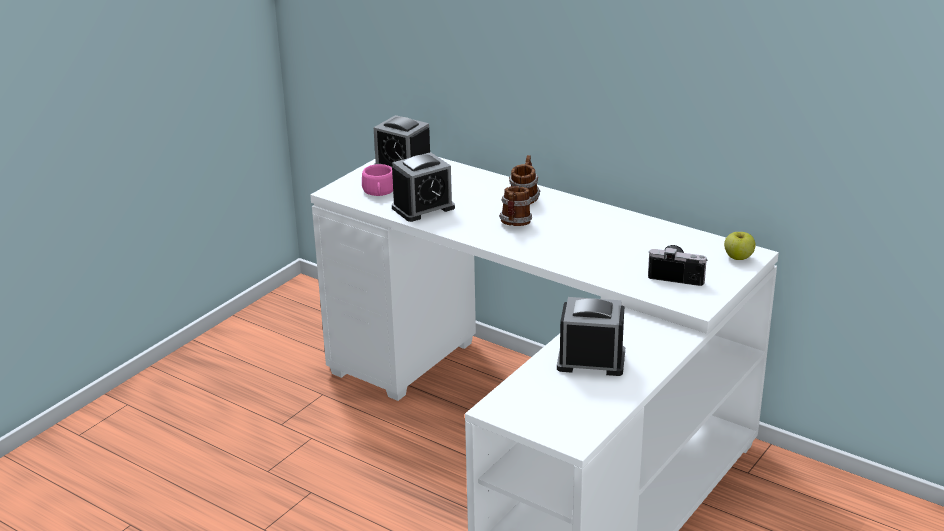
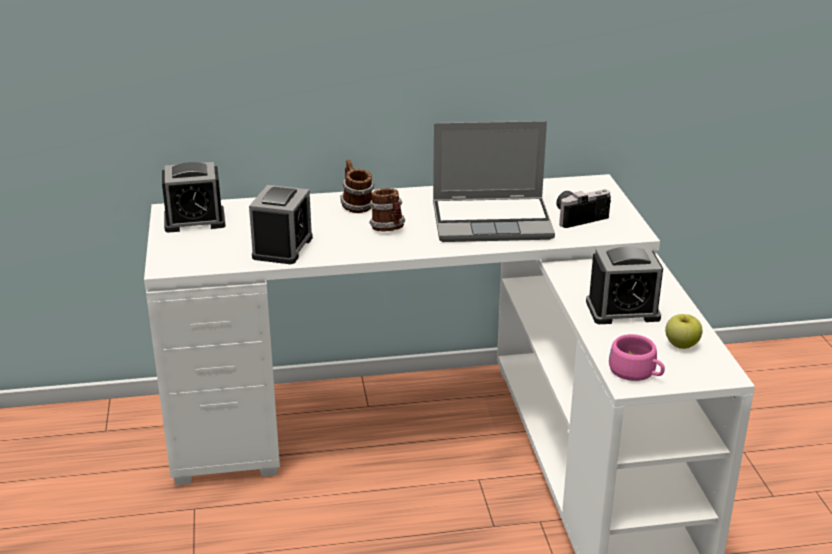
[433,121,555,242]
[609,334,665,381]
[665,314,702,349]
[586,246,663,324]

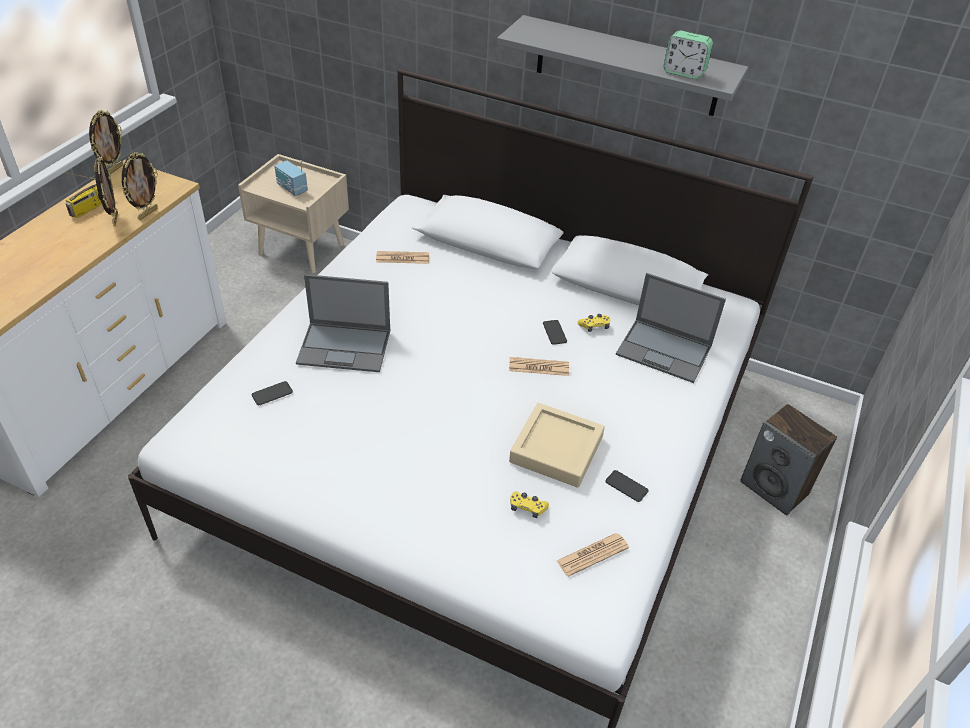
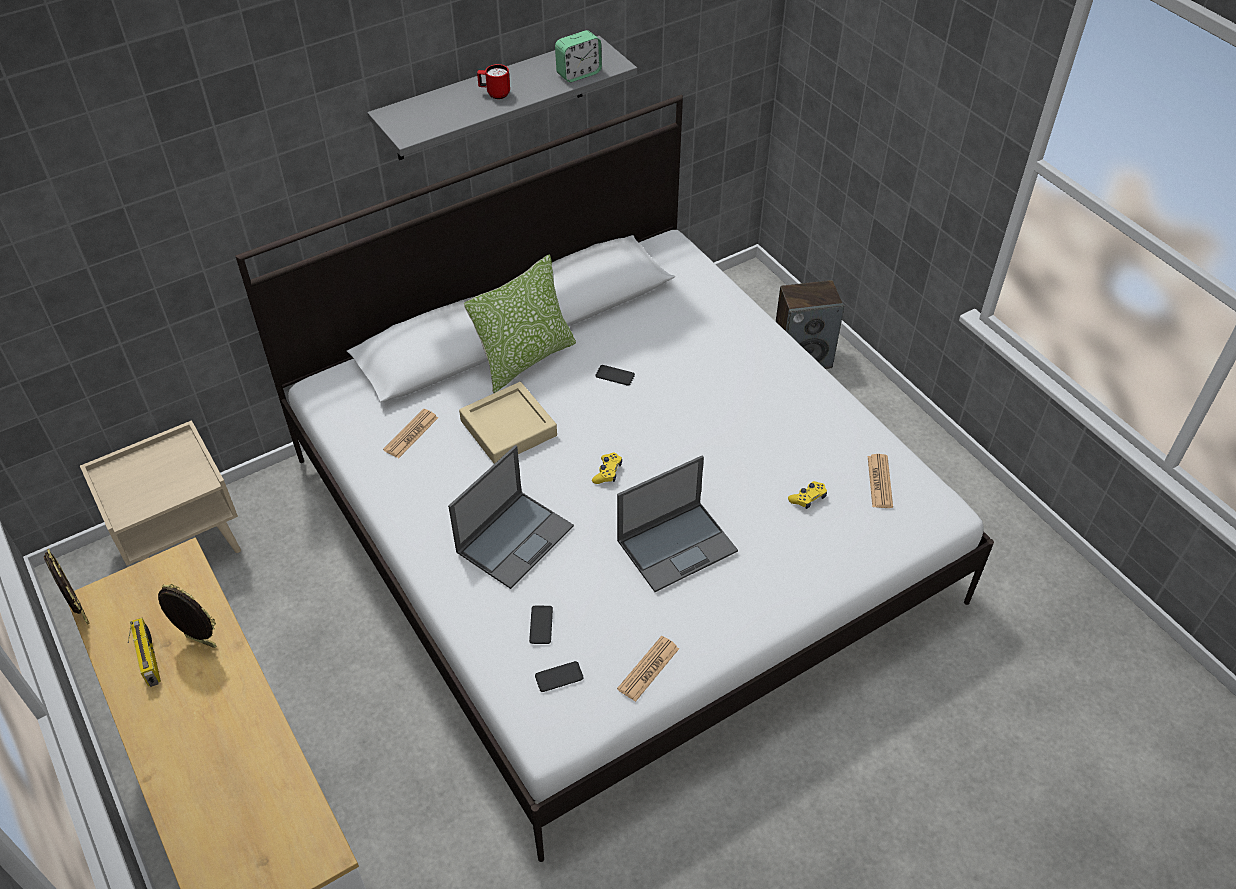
[122,152,158,220] (first image)
[275,160,308,196] (first image)
[464,254,576,393]
[477,64,510,99]
[617,636,679,702]
[459,382,557,464]
[592,453,622,484]
[535,661,583,692]
[617,455,738,592]

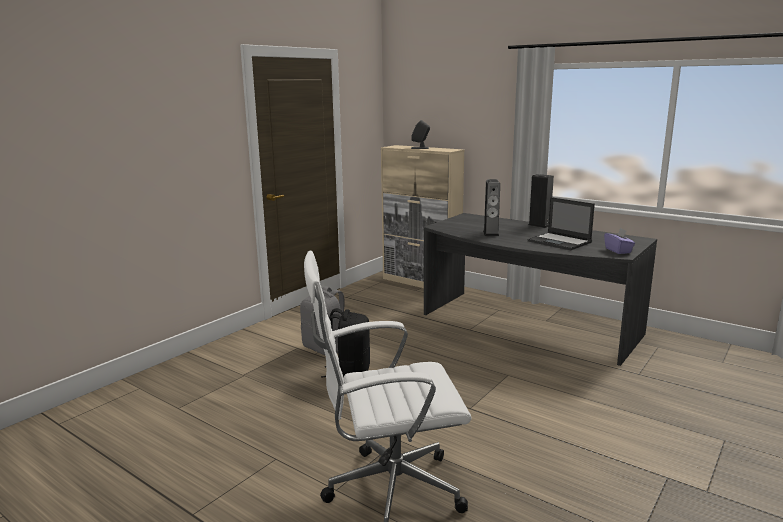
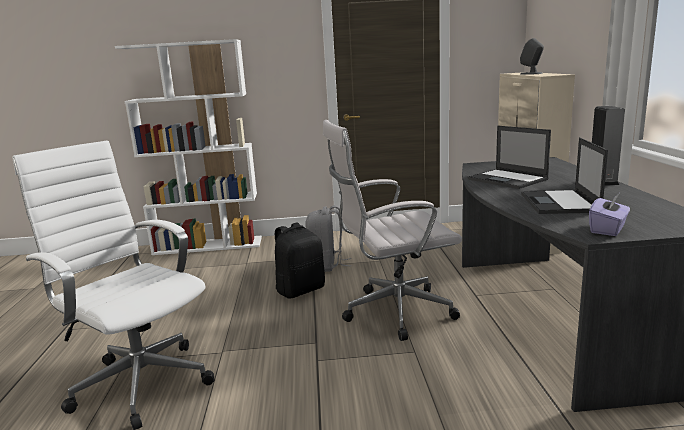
[115,39,262,255]
[323,120,462,341]
[468,126,551,189]

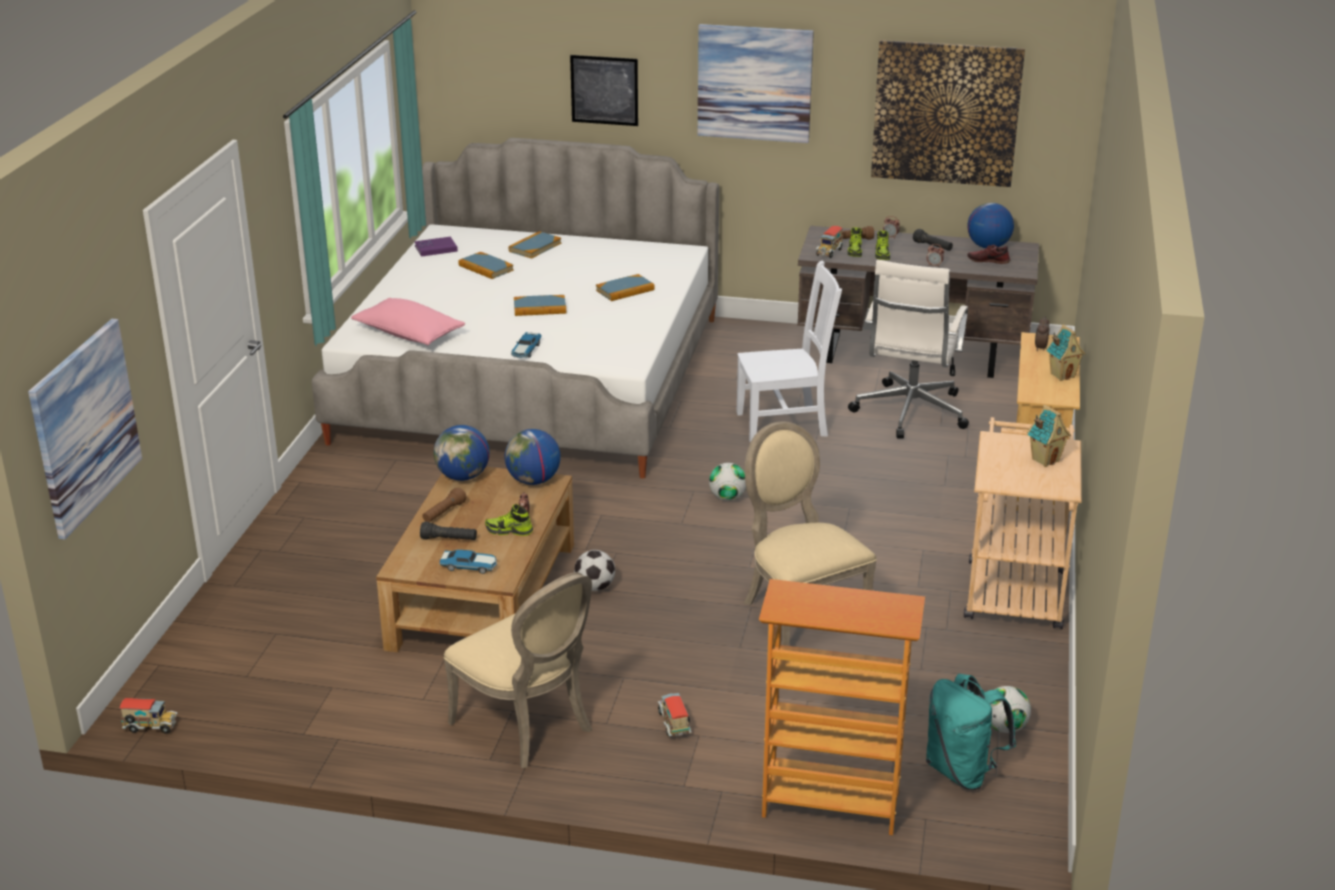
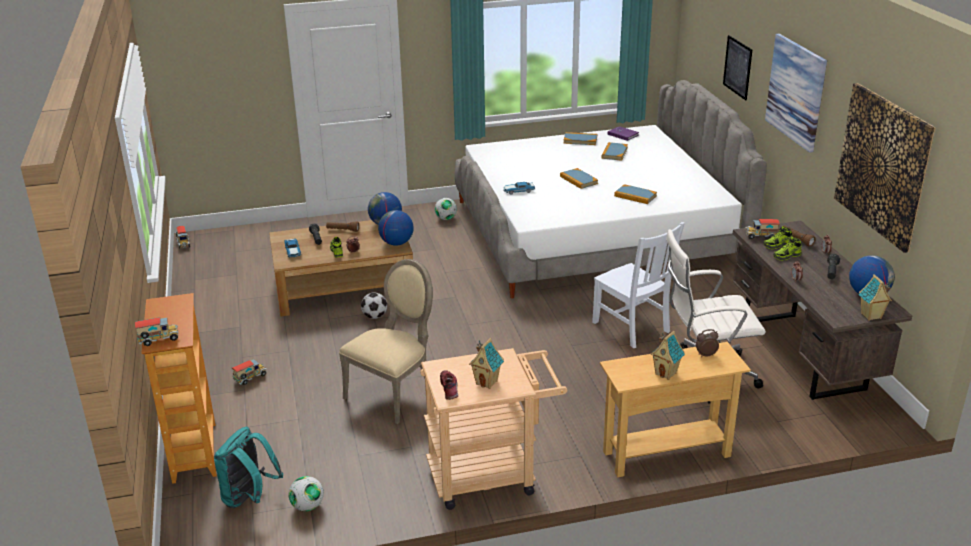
[28,319,142,540] (first image)
[351,298,465,345] (first image)
[443,572,592,768] (first image)
[135,317,179,346]
[858,274,892,321]
[563,132,597,145]
[435,198,457,220]
[440,370,458,400]

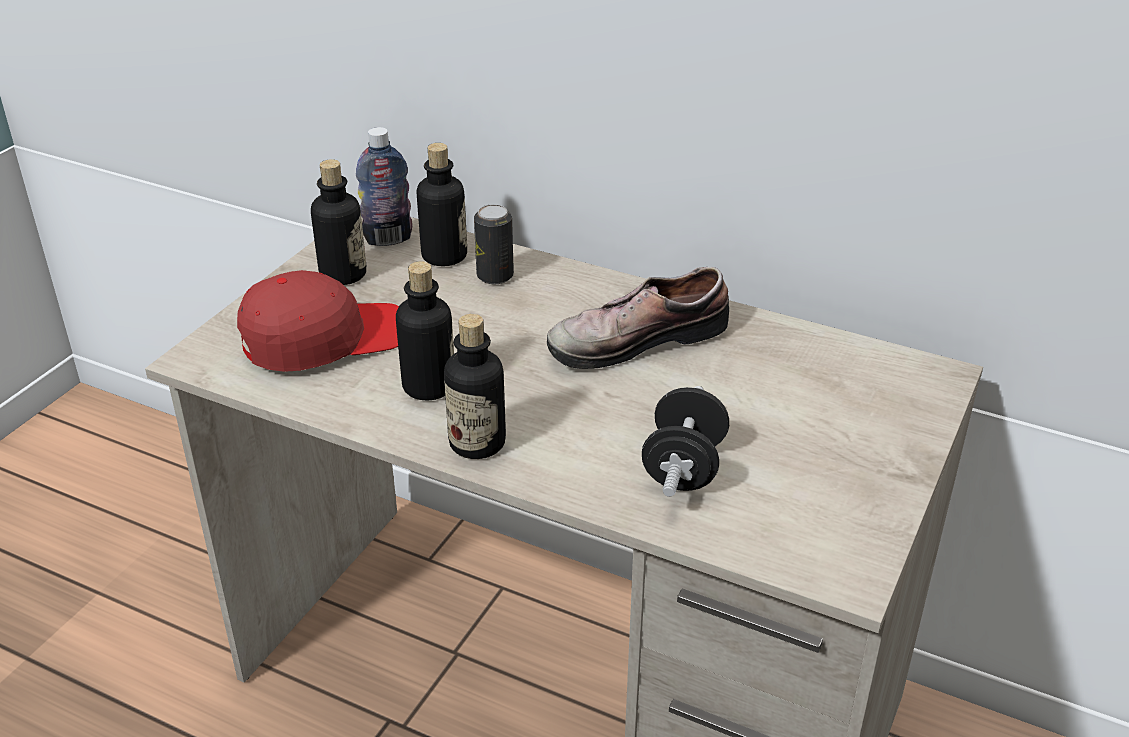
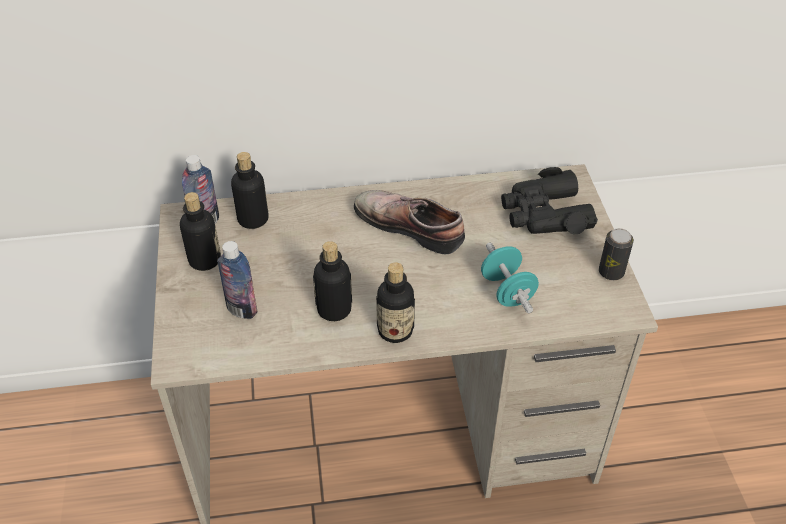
[501,167,598,235]
[599,228,634,280]
[217,241,257,319]
[481,242,539,313]
[354,190,465,254]

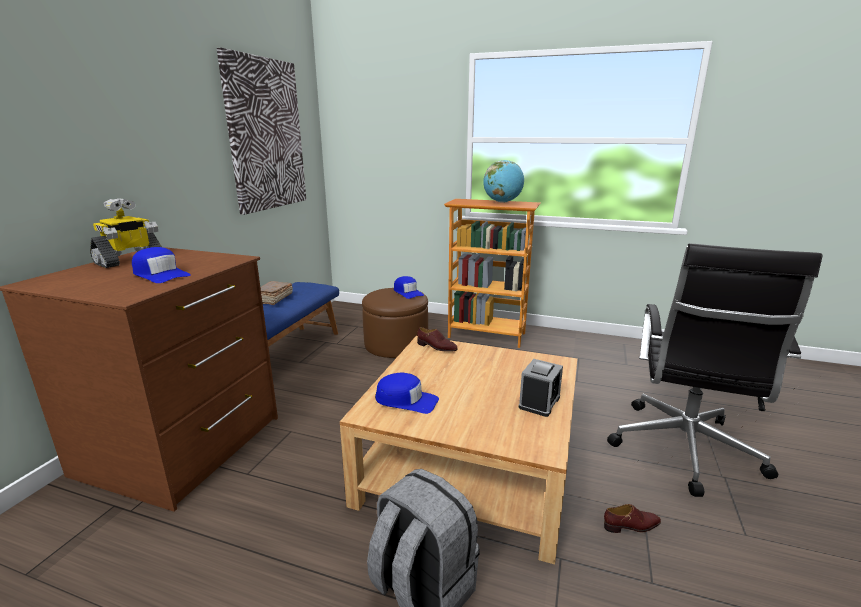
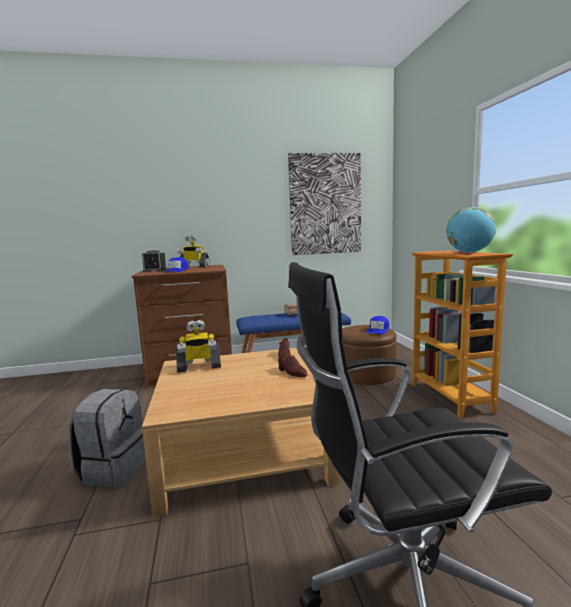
[142,250,167,272]
[278,353,308,377]
[176,320,221,372]

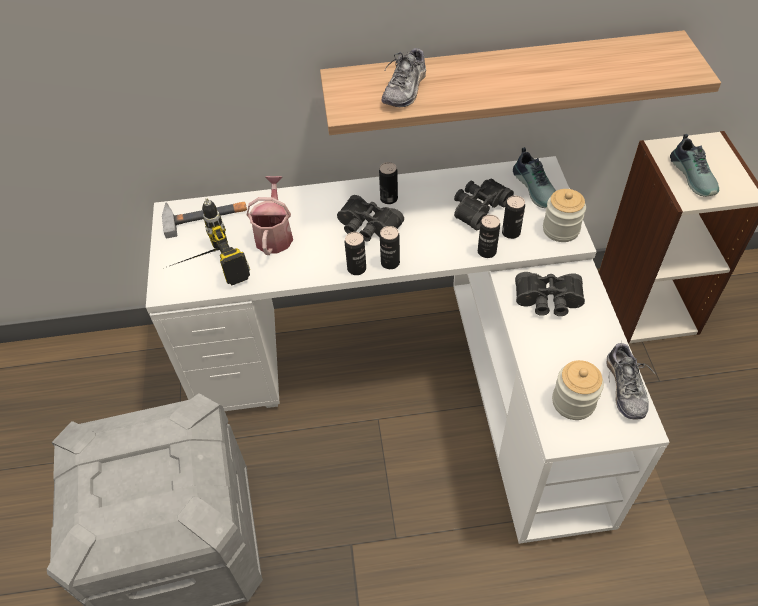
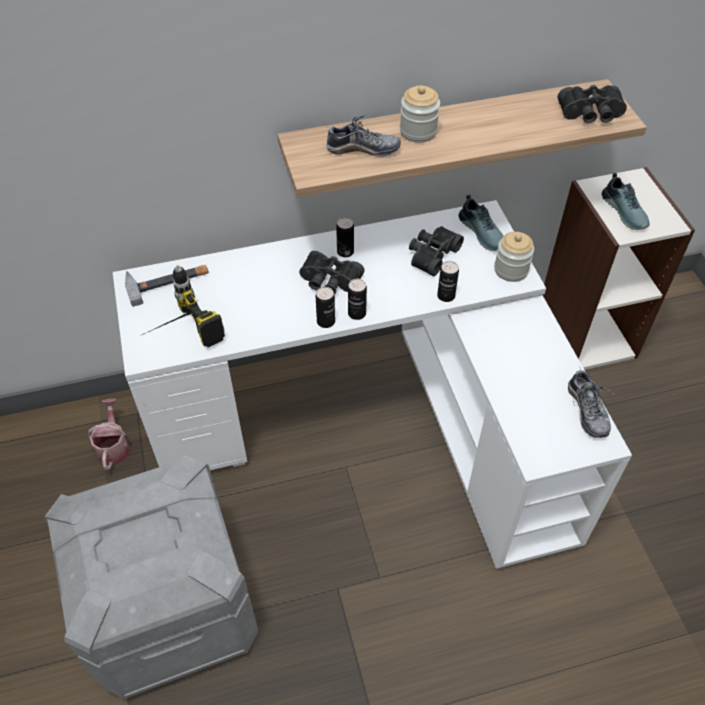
[502,196,525,239] (first image)
[88,399,130,470]
[558,85,627,123]
[400,86,440,143]
[326,115,401,157]

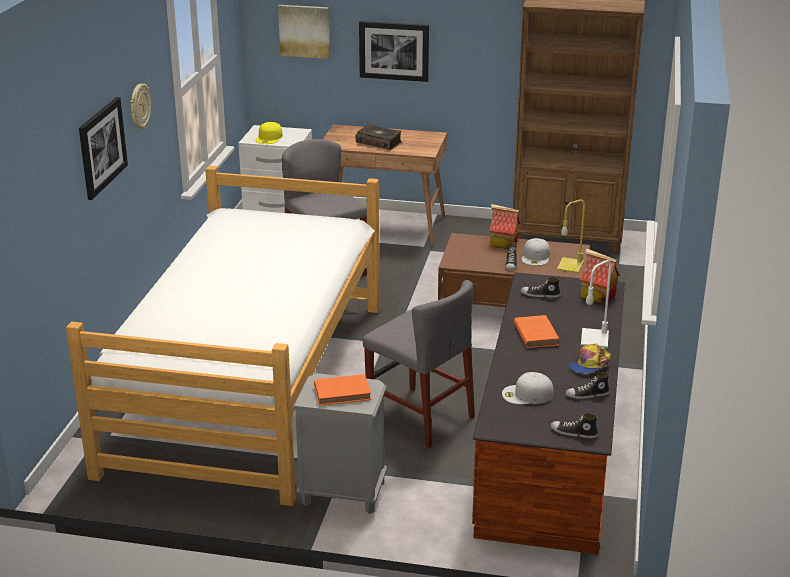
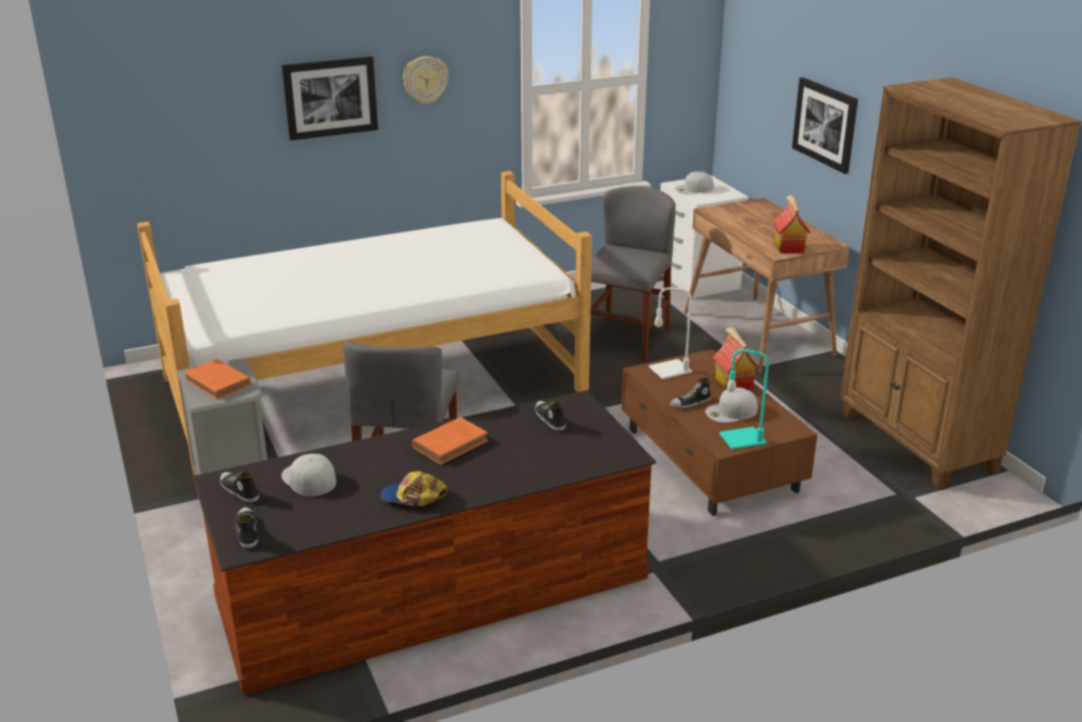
[278,5,330,59] (first image)
[356,124,402,150] (first image)
[220,470,259,503]
[773,195,810,253]
[649,287,692,379]
[675,171,714,194]
[719,349,769,449]

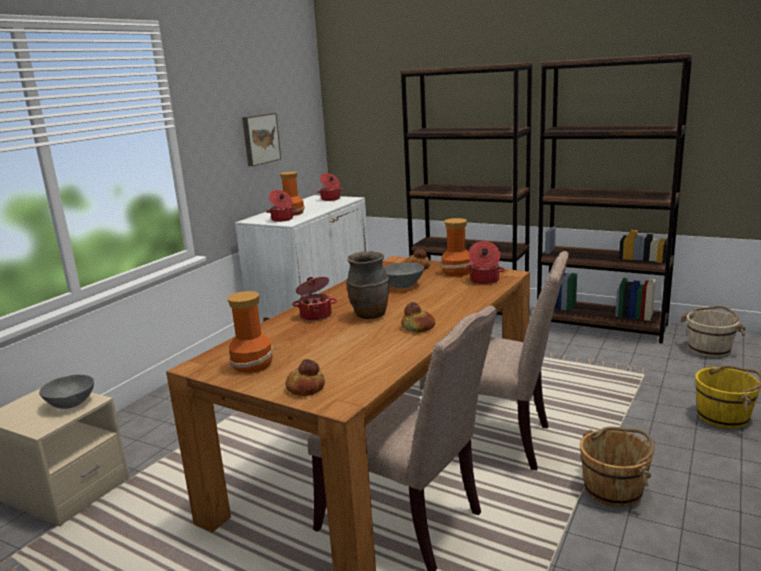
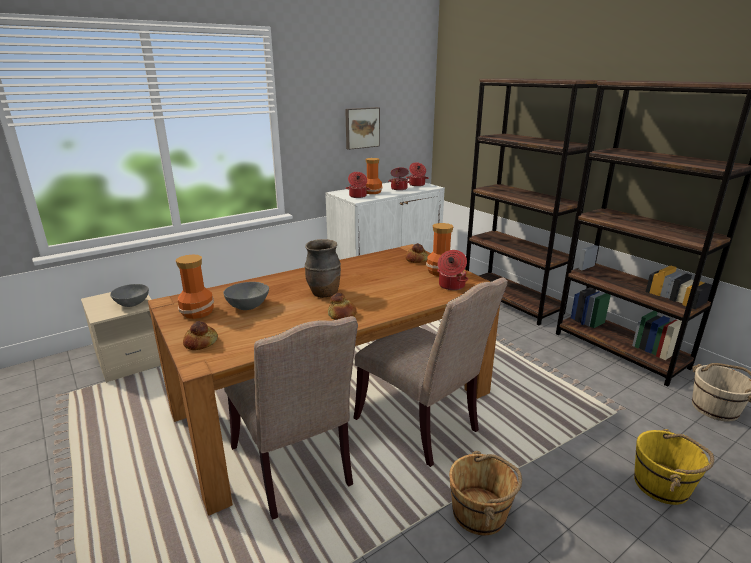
[388,167,411,190]
[223,282,269,310]

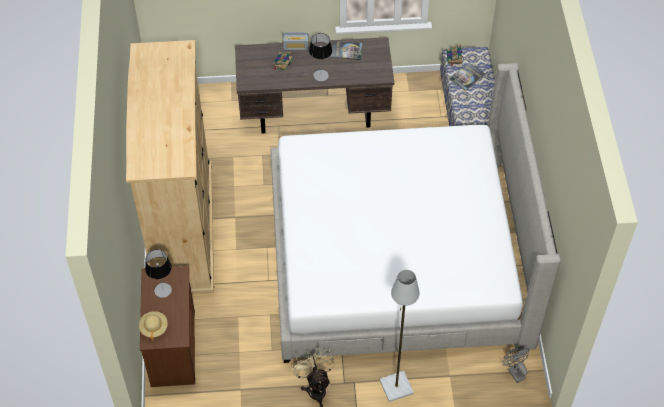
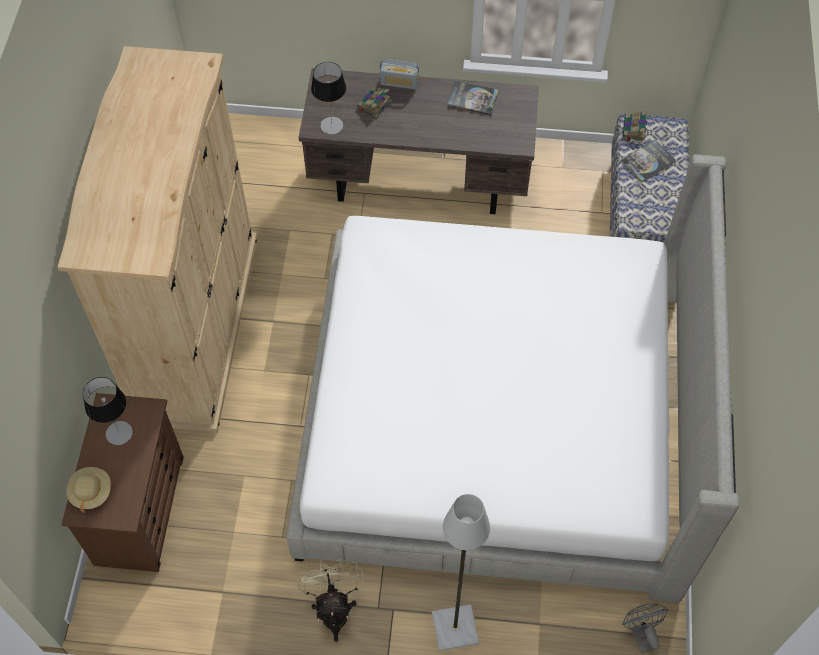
[311,62,346,134]

